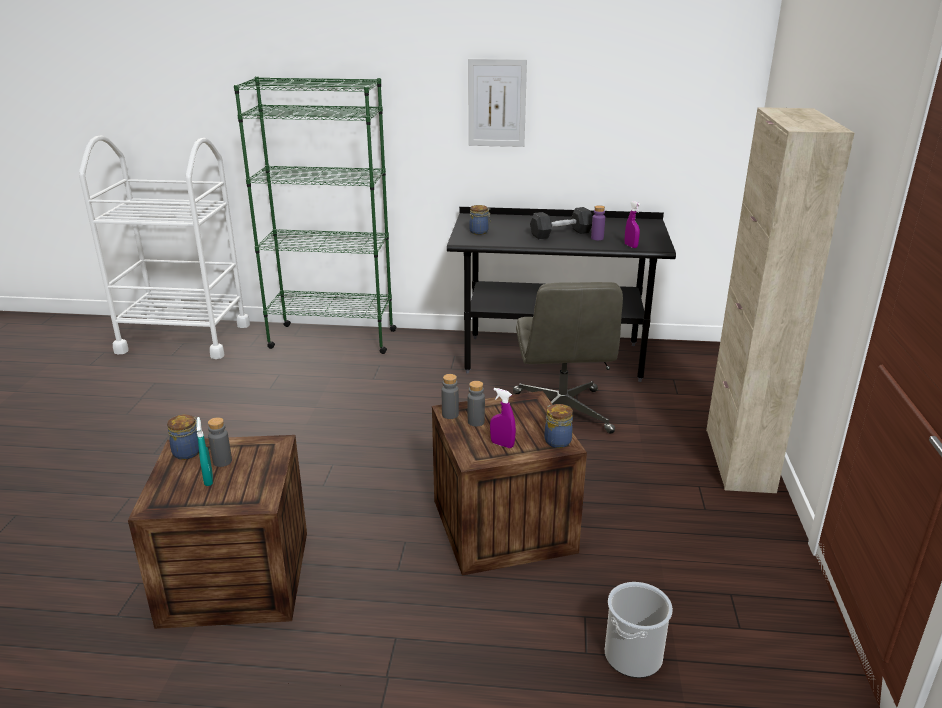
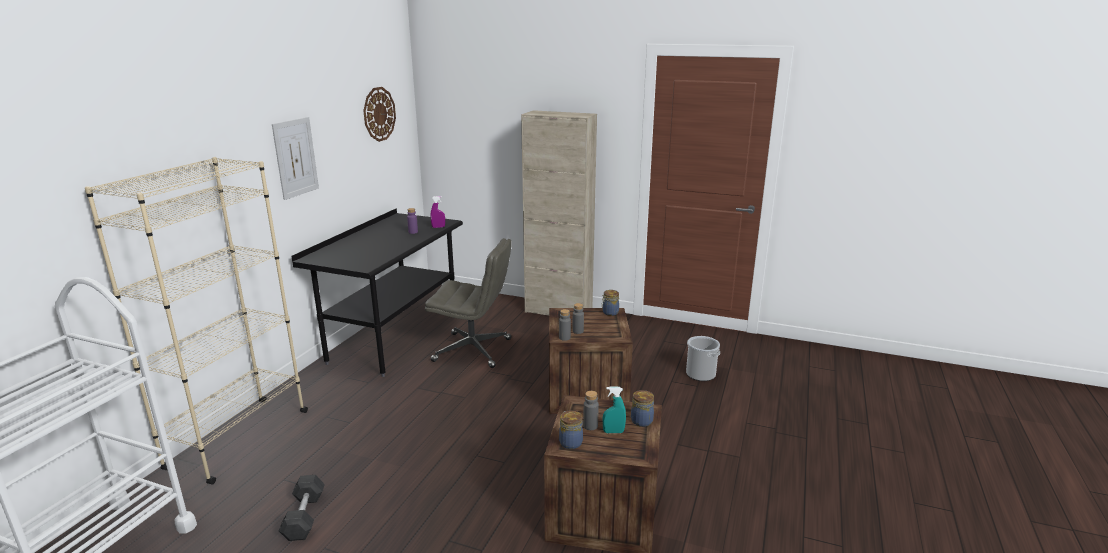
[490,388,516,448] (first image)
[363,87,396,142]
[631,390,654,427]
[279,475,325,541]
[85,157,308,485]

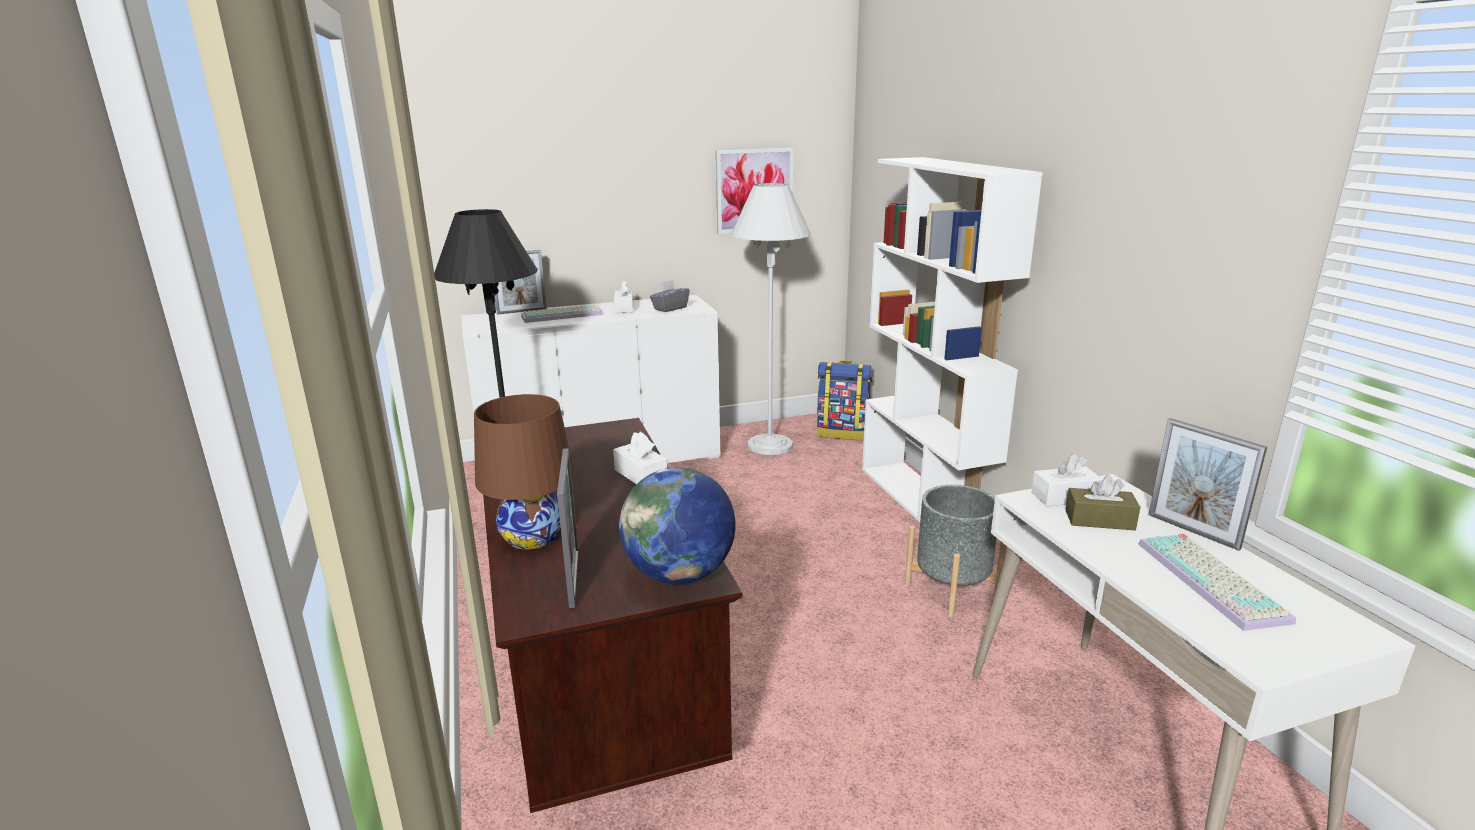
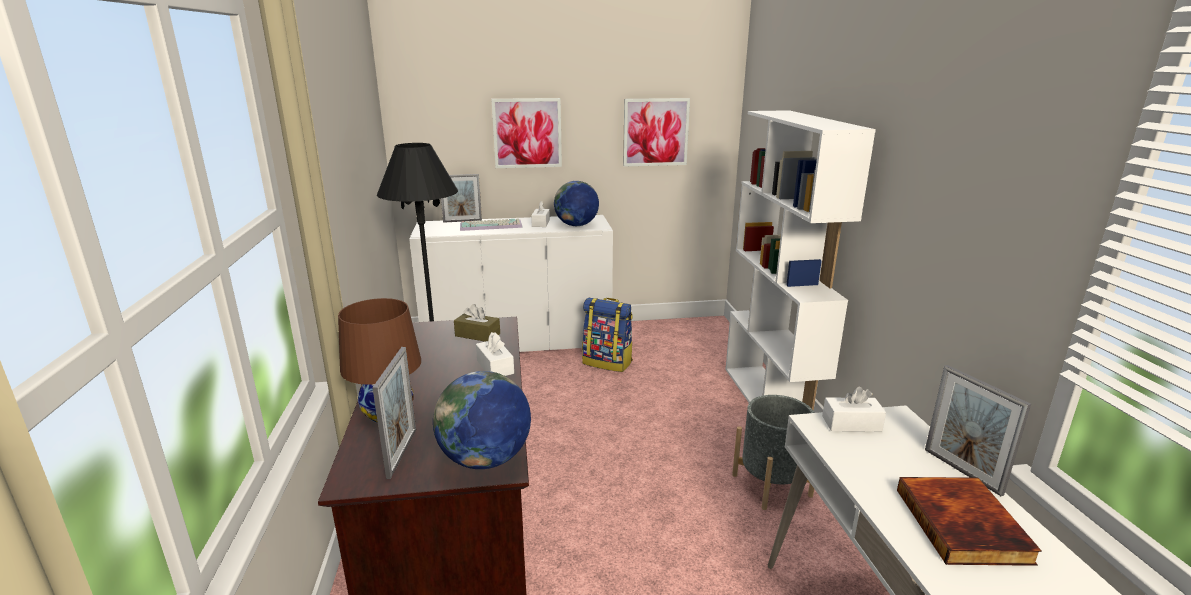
[731,183,811,455] (first image)
[491,98,562,168]
[582,298,633,372]
[454,304,500,342]
[554,181,599,226]
[897,477,1042,566]

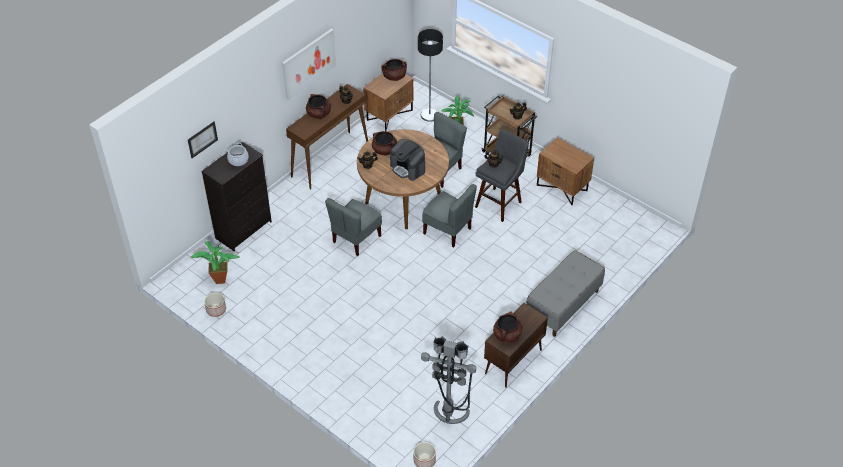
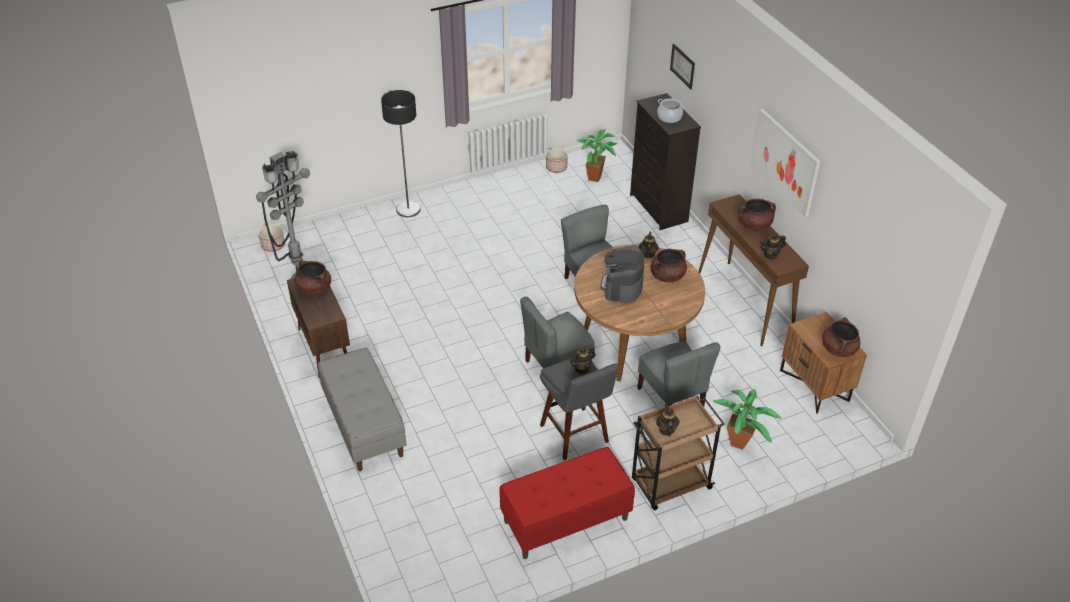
[381,90,421,217]
[499,447,635,559]
[601,246,644,303]

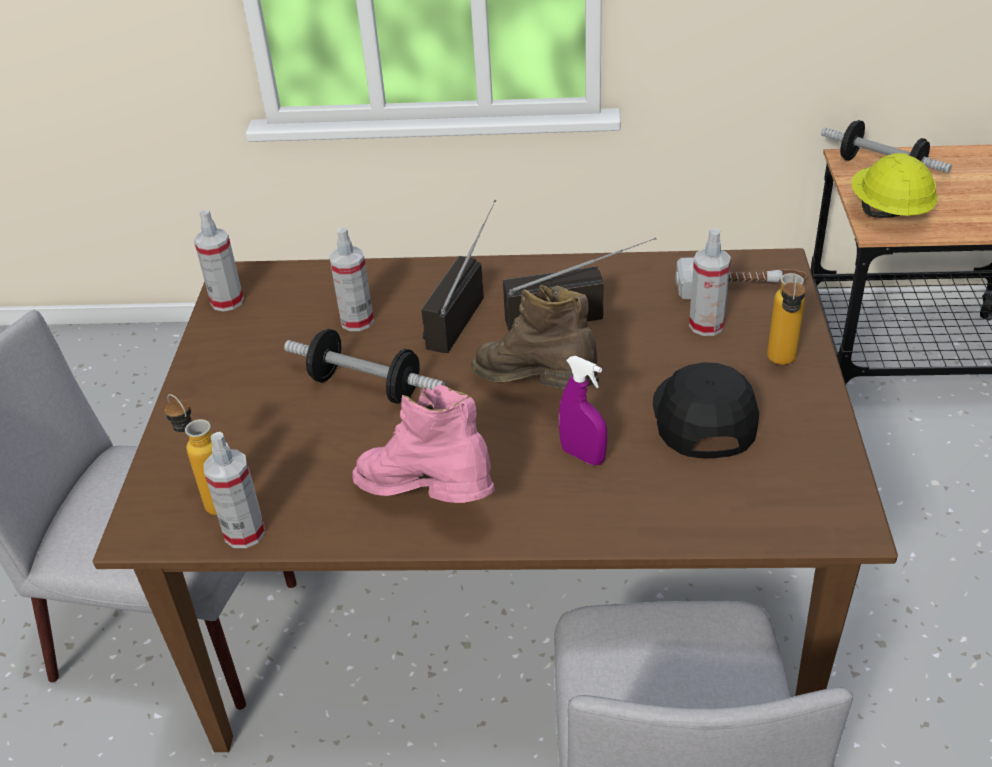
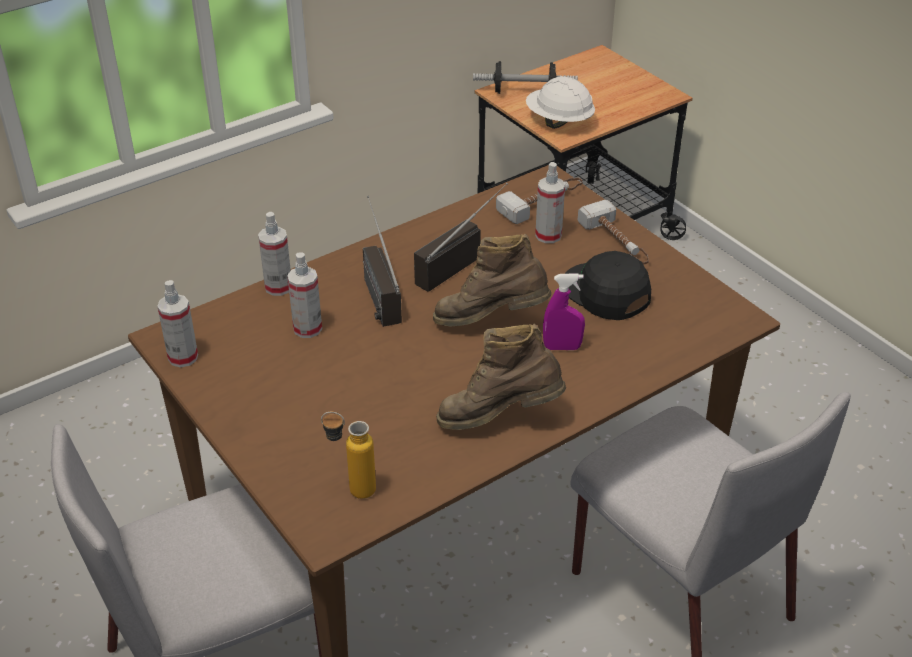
[284,329,445,404] (first image)
[258,212,291,296]
[578,200,649,264]
[436,324,566,430]
[526,76,595,129]

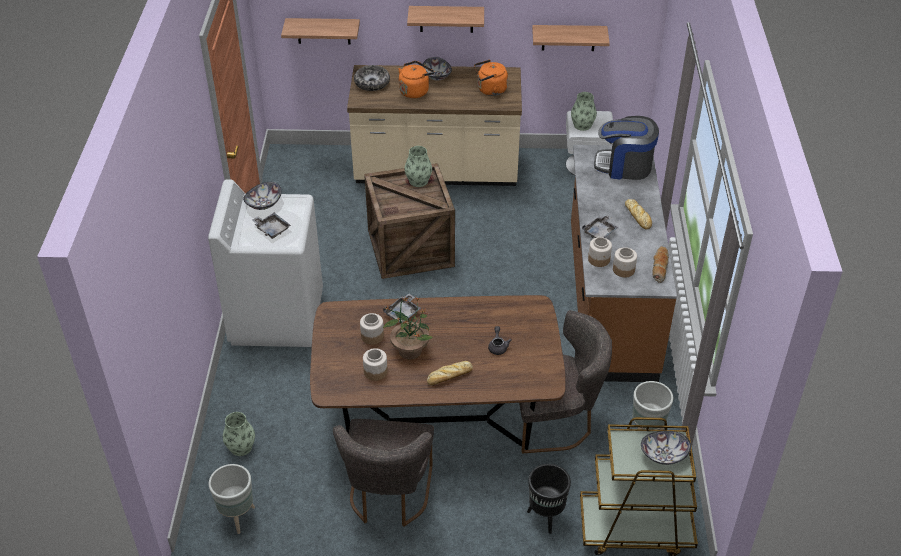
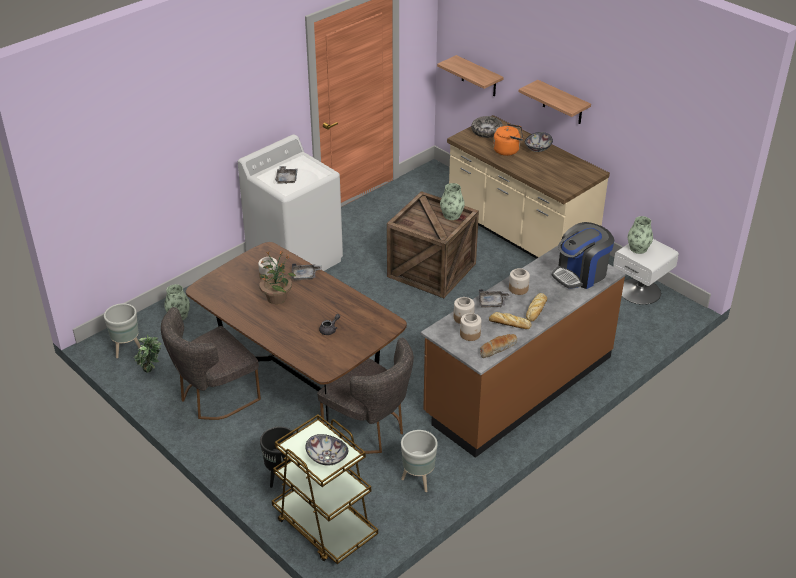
[243,182,282,210] (first image)
[474,60,508,96] (first image)
[532,25,610,51] (first image)
[134,335,162,373]
[509,268,530,295]
[489,312,531,329]
[552,222,614,289]

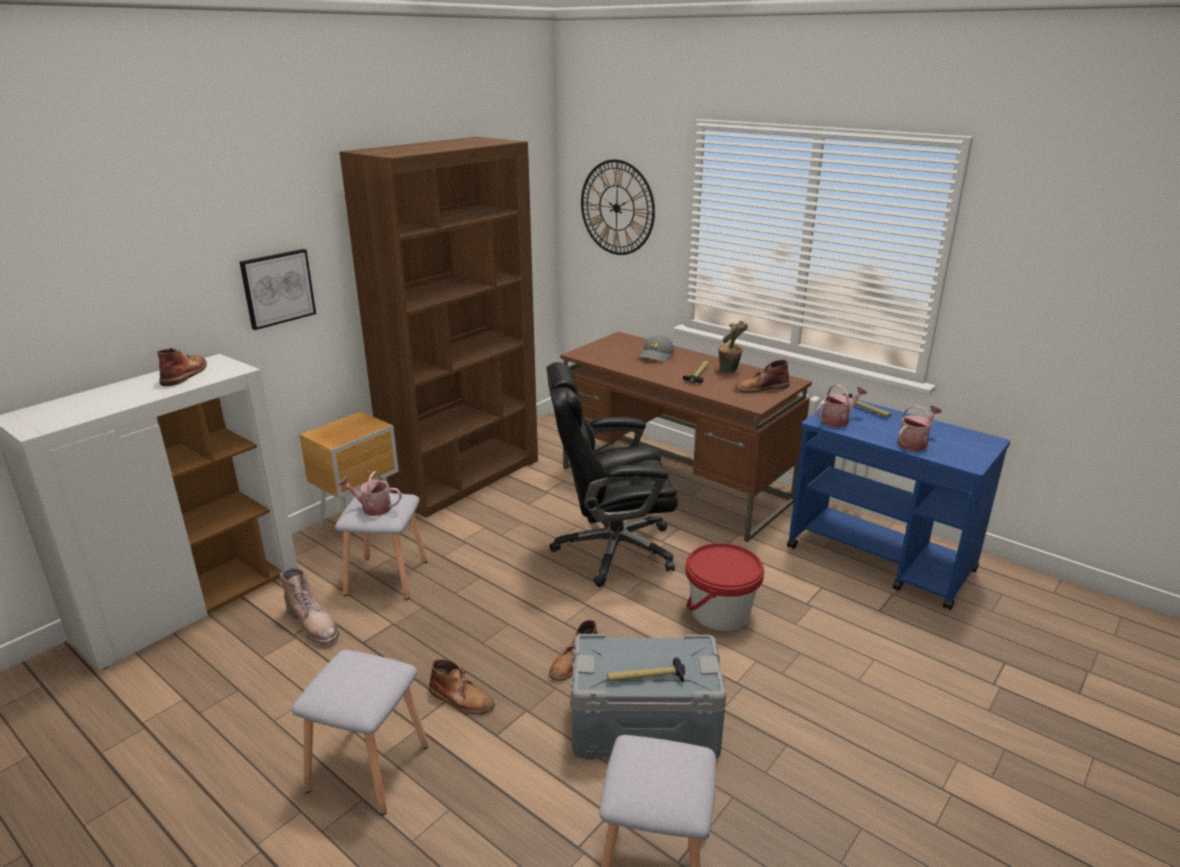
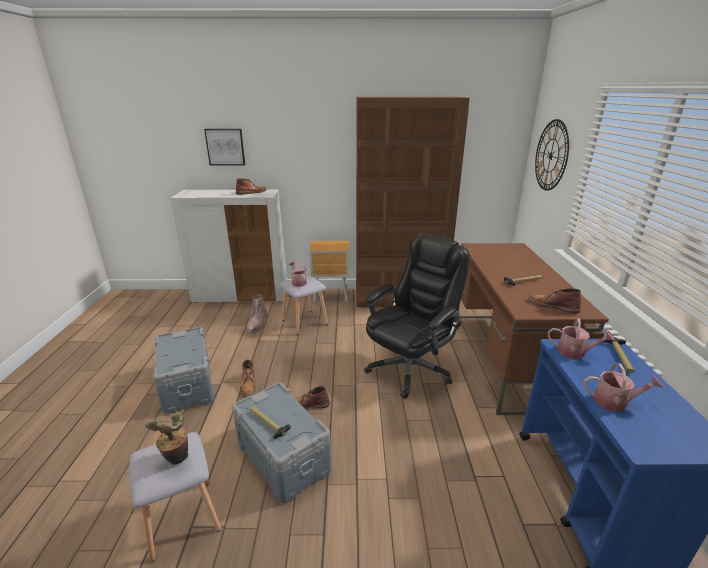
[638,335,674,362] (first image)
[685,543,764,631] (first image)
[204,129,245,165]
[145,412,188,465]
[153,327,215,414]
[364,234,470,399]

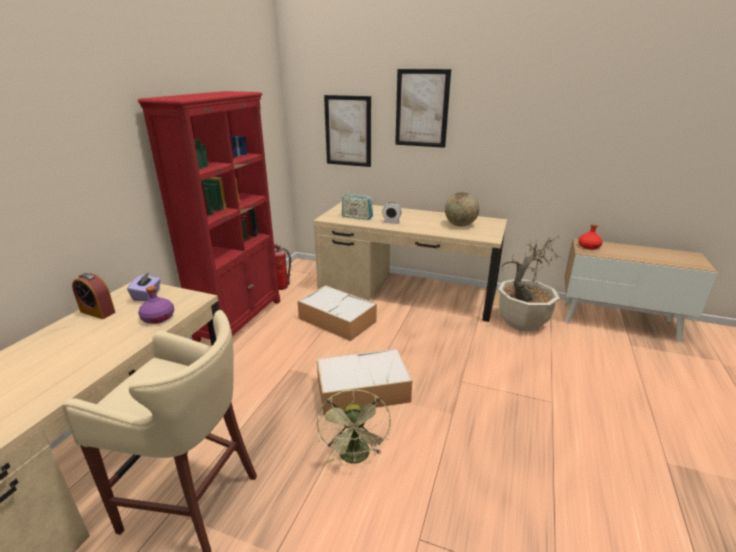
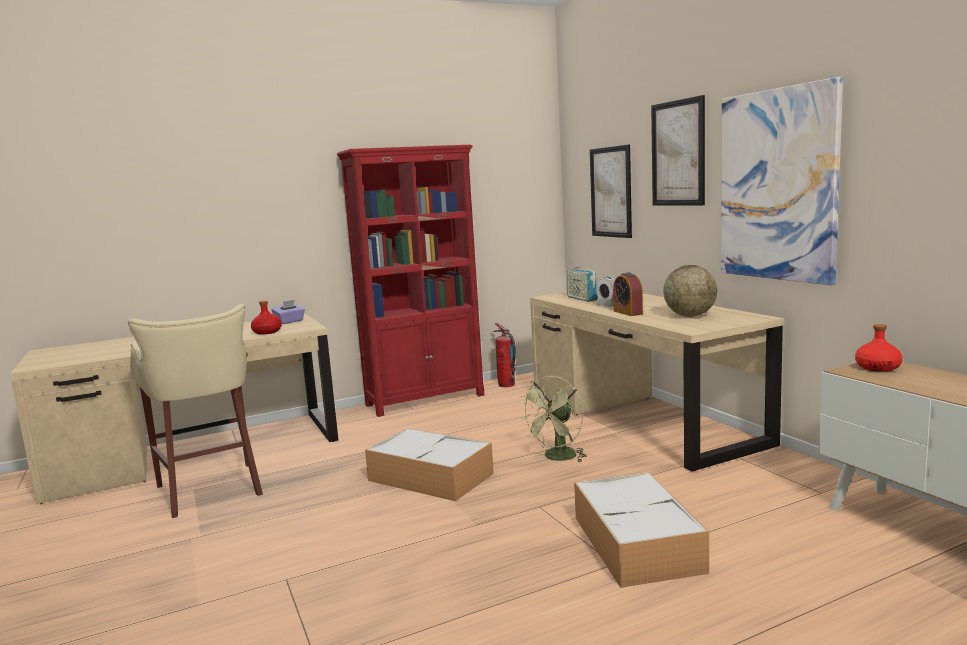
[498,235,561,332] (first image)
[721,77,843,285]
[613,272,643,316]
[574,472,709,588]
[519,376,587,463]
[251,301,282,335]

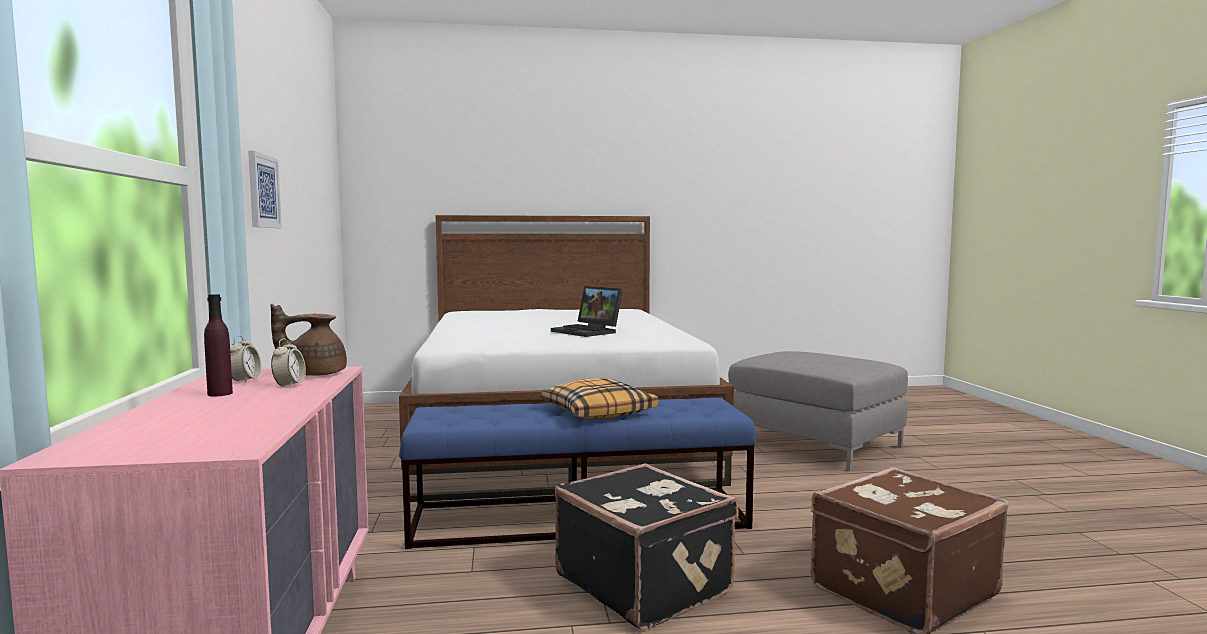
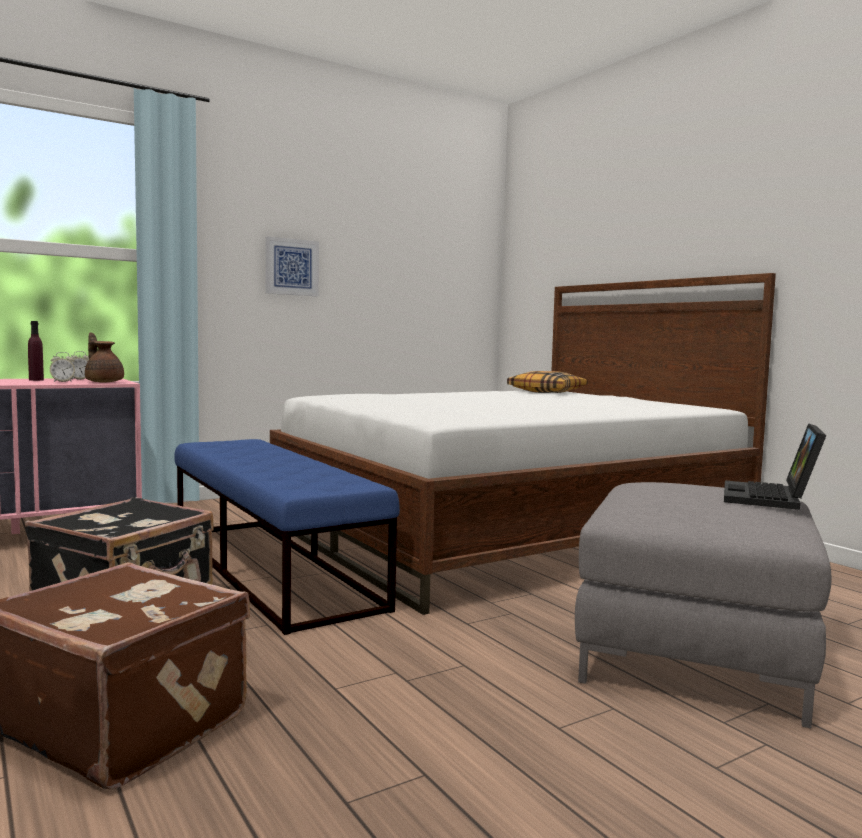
[507,371,587,393]
[724,423,826,510]

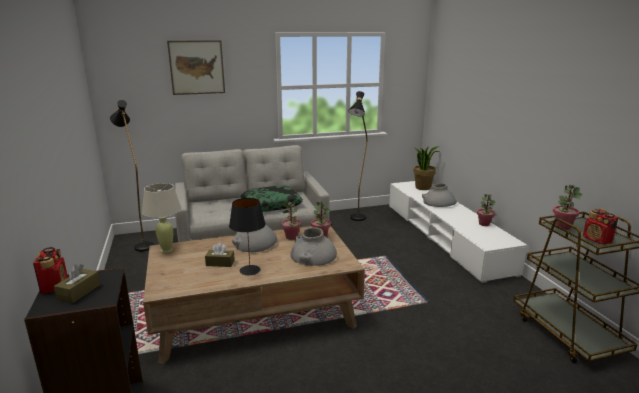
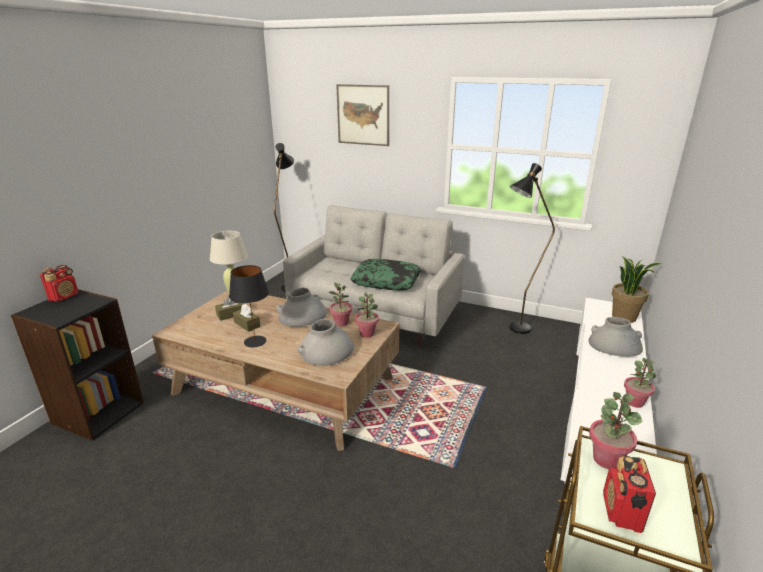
[215,296,244,321]

